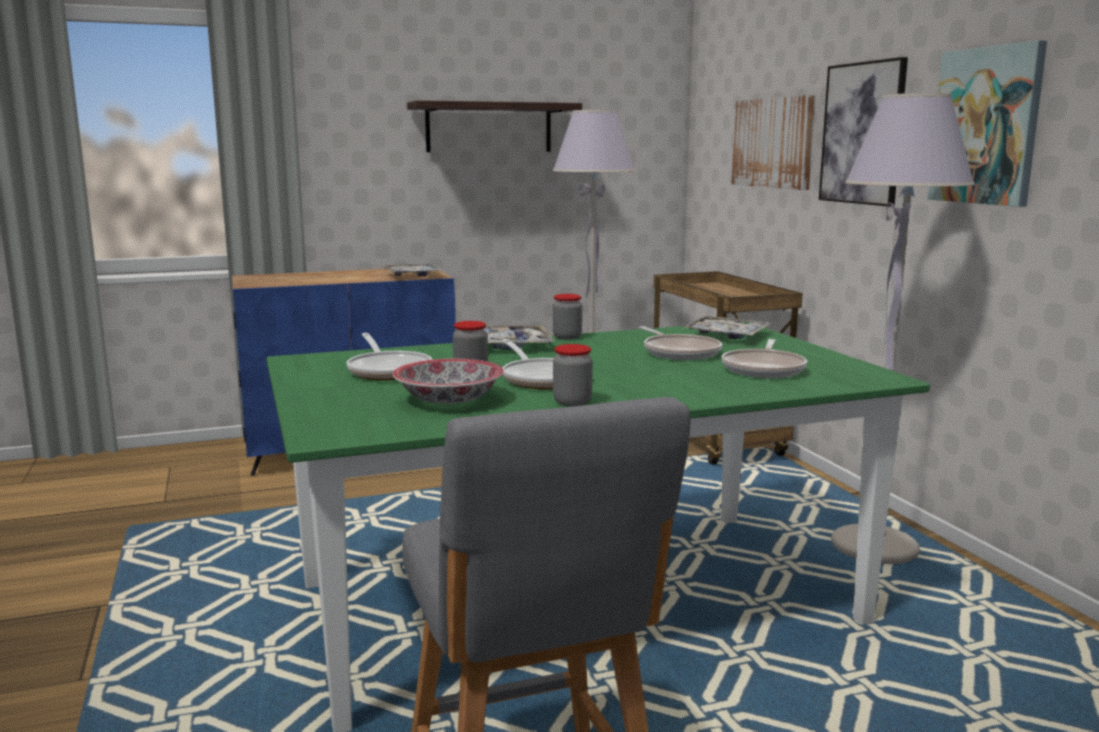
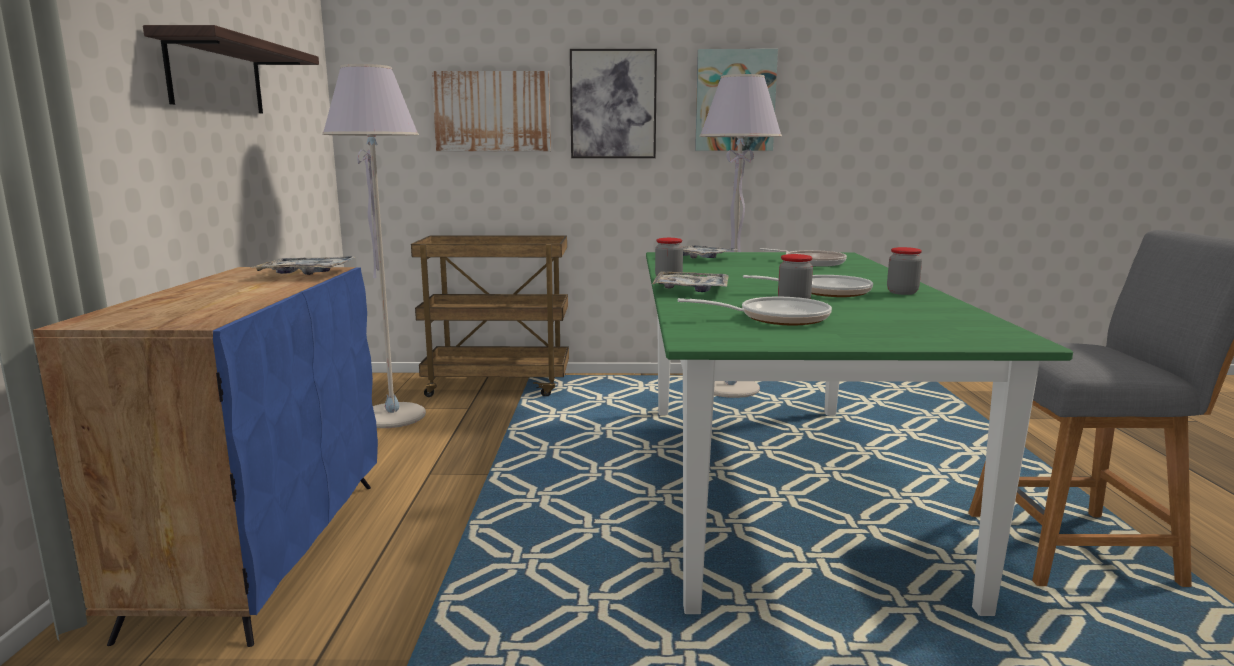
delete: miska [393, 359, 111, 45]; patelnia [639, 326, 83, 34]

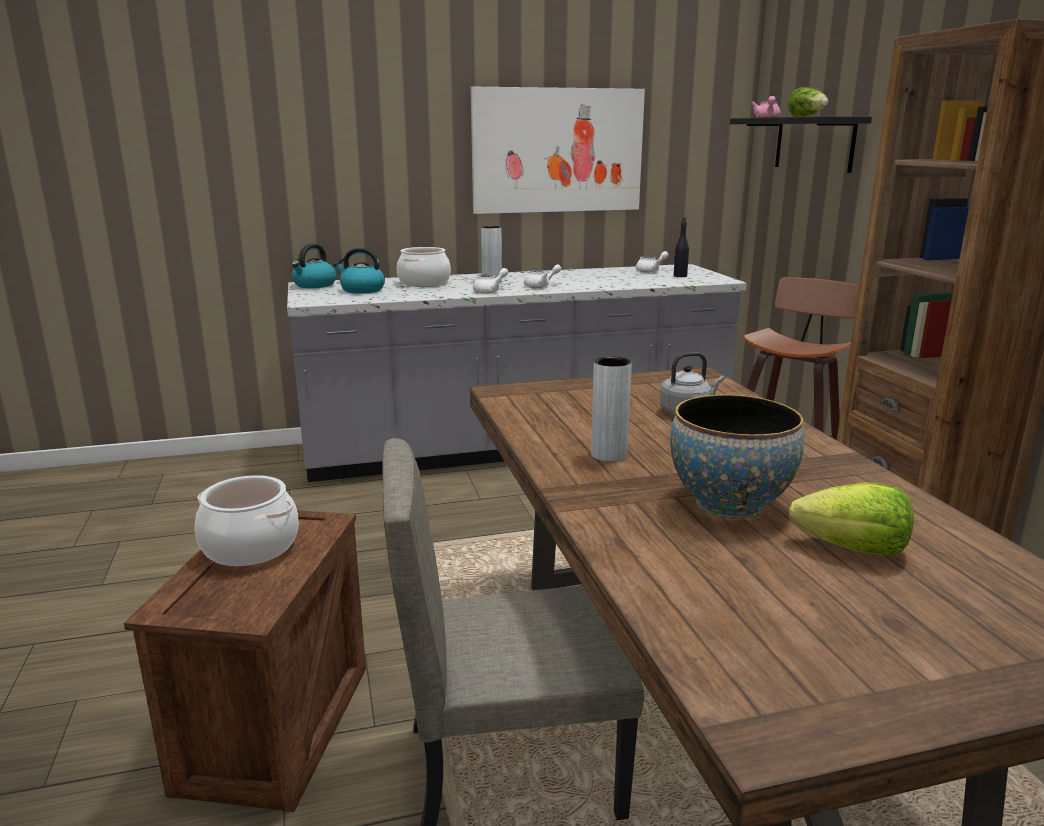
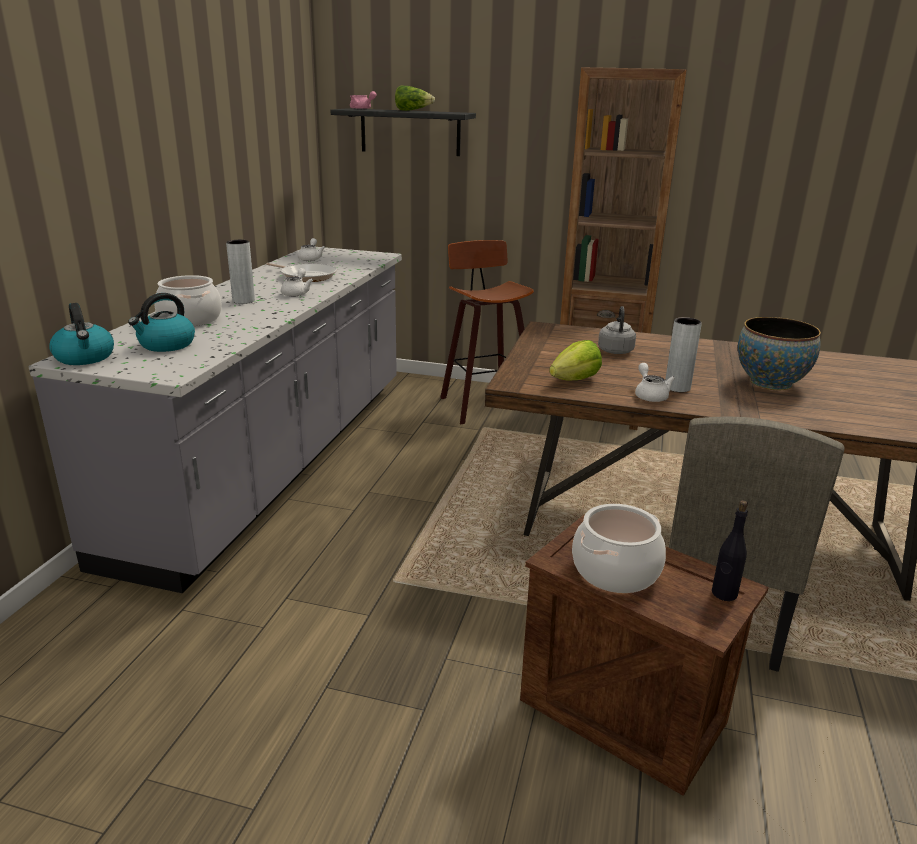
delete: obraz [471, 87, 174, 127]
insert: patelnia [266, 263, 71, 19]
move: imbryk (biały) [473, 268, 35, 25] to [635, 363, 40, 39]; butelka (czarny) [674, 217, 15, 60] to [712, 500, 36, 101]; sałata [789, 482, 125, 74] to [549, 340, 53, 41]

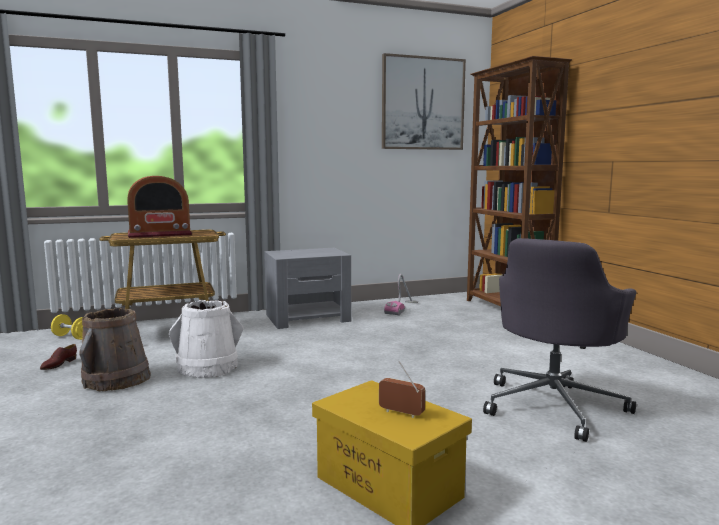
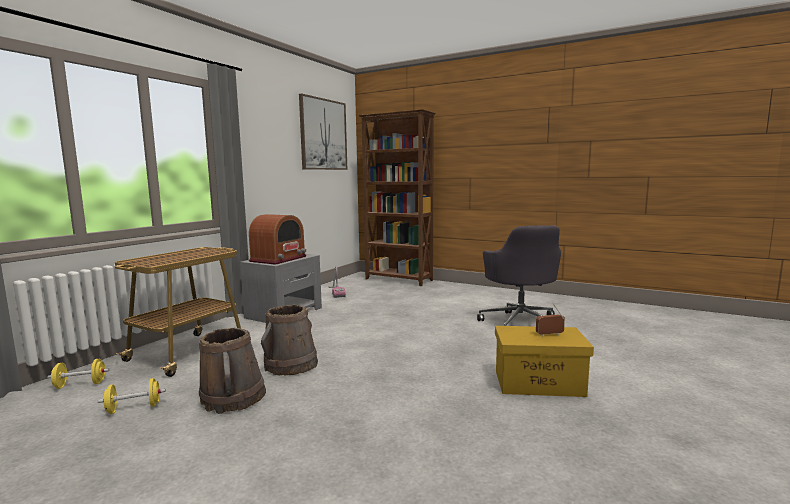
move: radio [128, 176, 64, 62] to [249, 214, 57, 51]
replace: but (brązowy) [40, 344, 37, 26] to hantel (żółty) [98, 378, 68, 36]
recolor: wiadro (biały) [169, 300, 75, 78] to wiadro (brązowy) [261, 305, 57, 70]

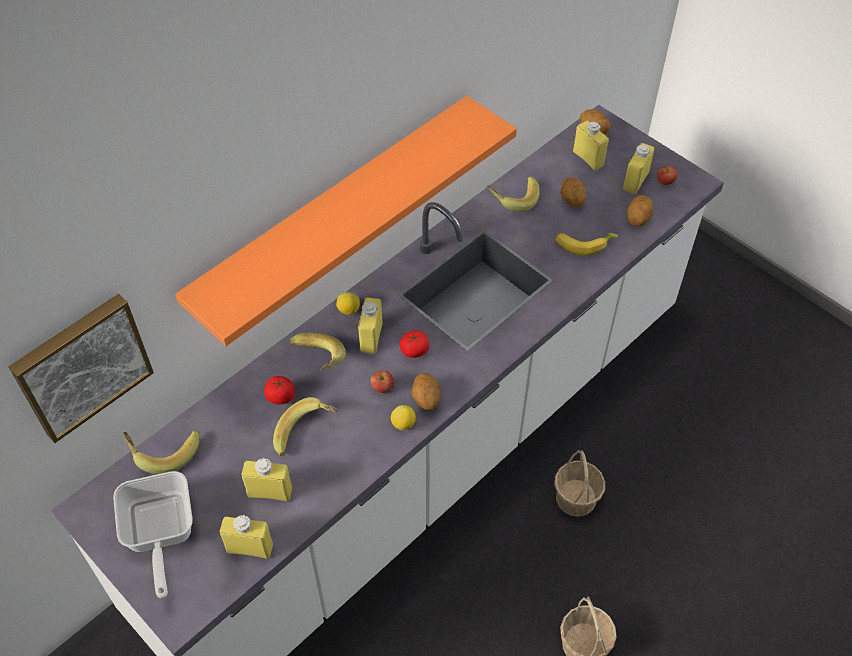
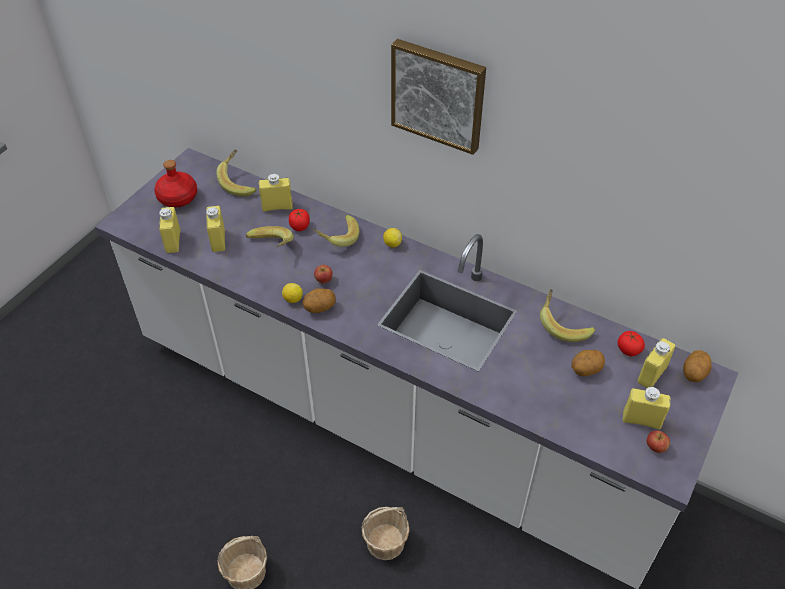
delete: półka (pomarańczowy) [175, 96, 342, 250]; banan [556, 233, 62, 23]; ziemniak [627, 195, 27, 31]
move: obraz [9, 294, 145, 149] to [391, 39, 95, 116]; butelka (żółty) [358, 297, 25, 57] to [259, 174, 34, 38]; pomidor [400, 331, 29, 27] to [618, 331, 27, 25]
replace: patelnia [113, 471, 80, 127] to butelka (czerwony) [154, 160, 43, 48]

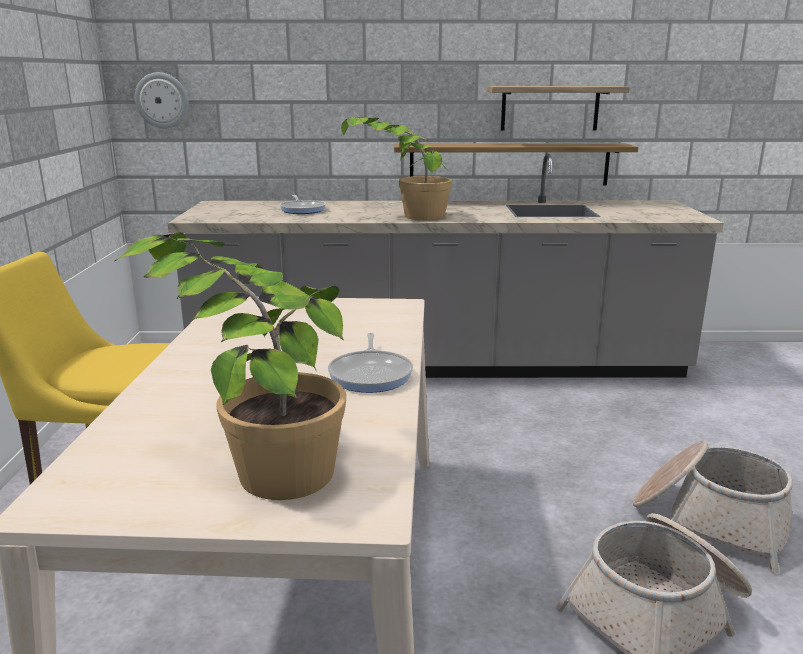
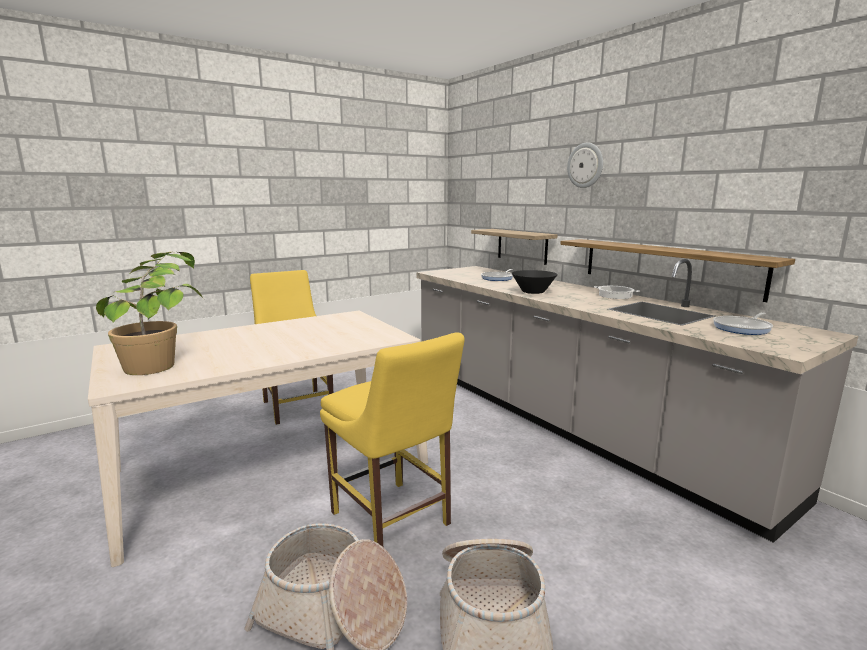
insert: krzesło (żółty) [320, 332, 145, 215]; garnek [594, 286, 46, 13]
move: zegar ścienny [135, 72, 54, 56] to [567, 142, 36, 46]; patelnia [328, 333, 85, 60] to [713, 312, 60, 23]; półka [487, 86, 143, 45] to [471, 229, 86, 36]
replace: roślina doniczkowa [341, 117, 111, 103] to miska (czarny) [511, 270, 47, 24]

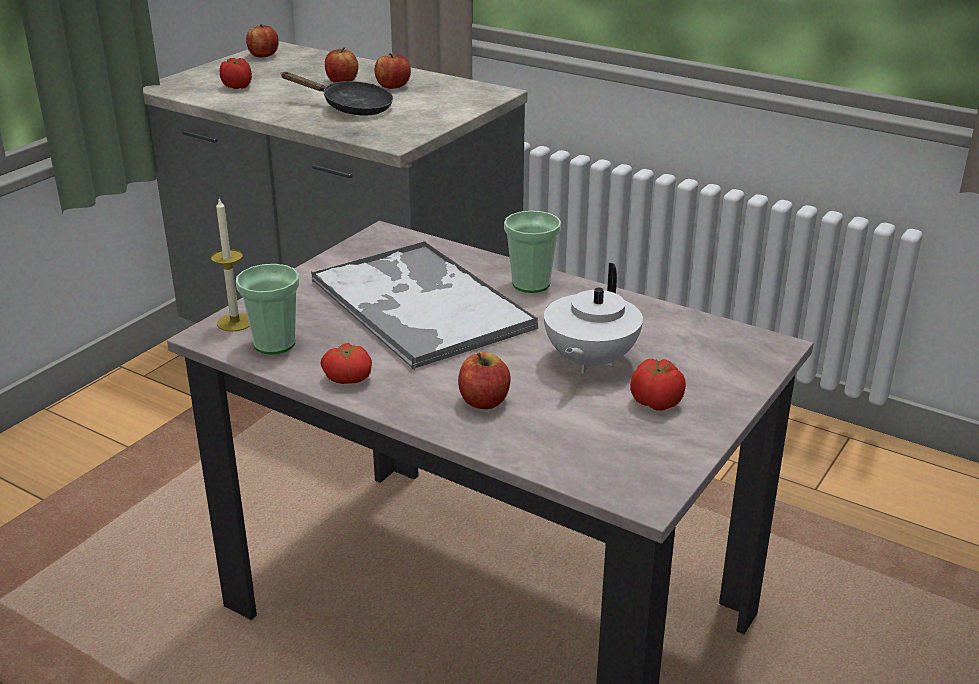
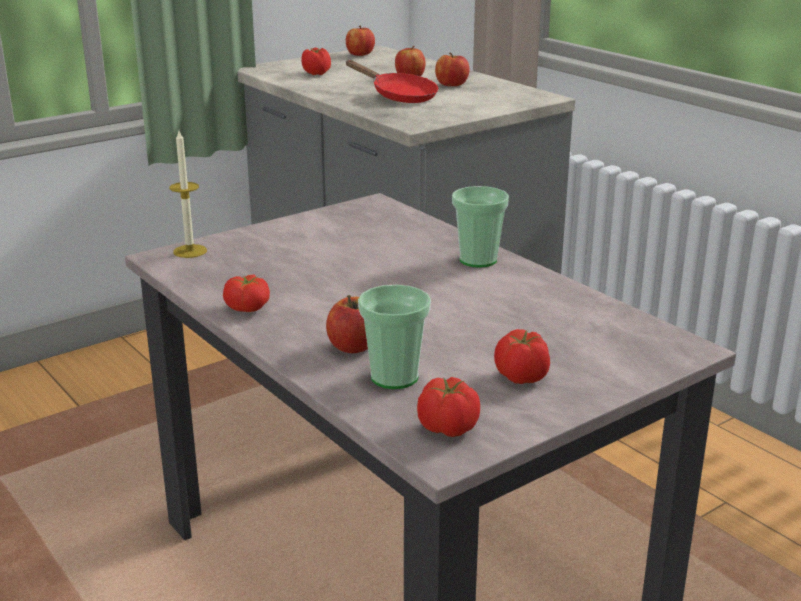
delete: taca [311, 241, 227, 129]; imbryk (biały) [544, 263, 99, 111]
insert: pomidor [417, 377, 63, 60]
move: filiżanka [236, 264, 63, 91] to [358, 285, 73, 104]
recolor: patelnia (czarny) [280, 72, 113, 43] to patelnia (czerwony) [346, 60, 92, 43]

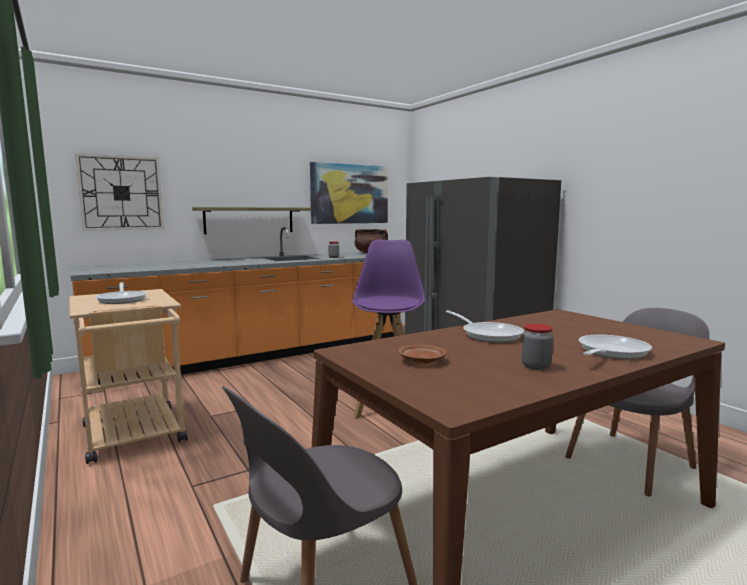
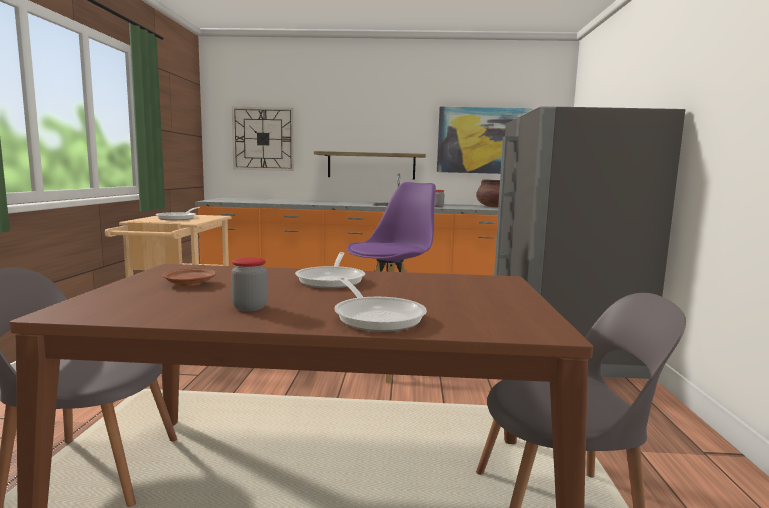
rotate: patelnia [579, 335, 73, 24] = [334, 277, 93, 55] 75 degrees clockwise

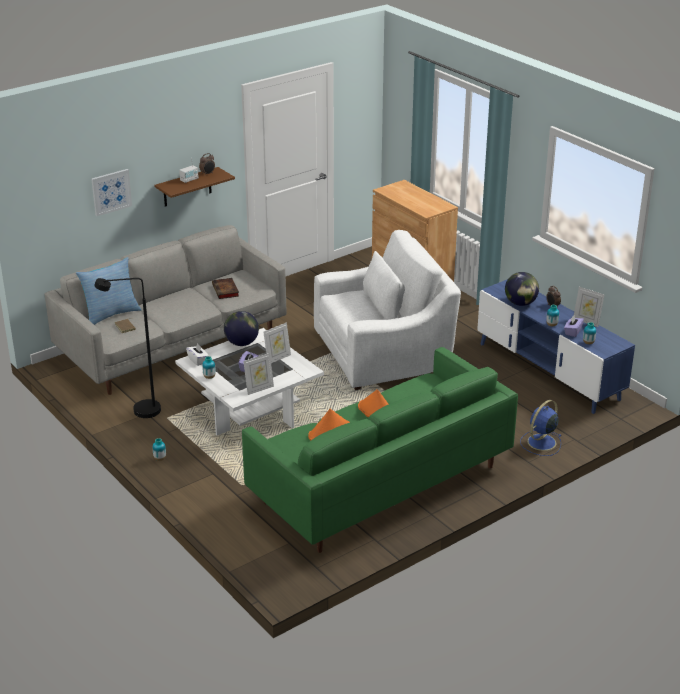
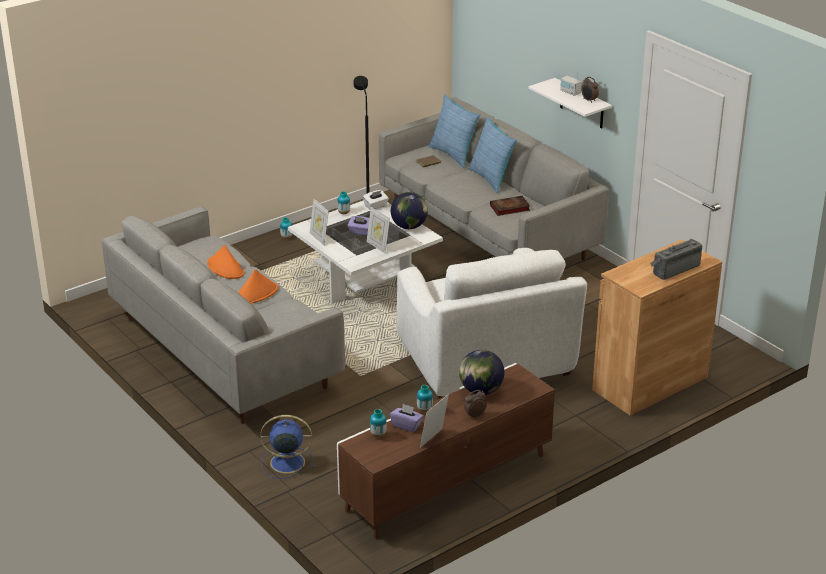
delete: obraz [91, 169, 41, 47]
insert: poduszka [468, 116, 49, 78]; radio [650, 239, 52, 41]
recolor: półka (brązowy) [154, 167, 81, 40] to półka (biały) [528, 78, 84, 51]; kanapa (zielony) [242, 347, 276, 206] to kanapa (szary) [102, 206, 243, 218]; szafka pod telewizor (niebieski) [477, 279, 158, 135] to szafka pod telewizor (brązowy) [337, 363, 218, 176]
rotate: wentylator (niebieski) [520, 400, 41, 56] = [260, 415, 54, 64] 45 degrees counterclockwise

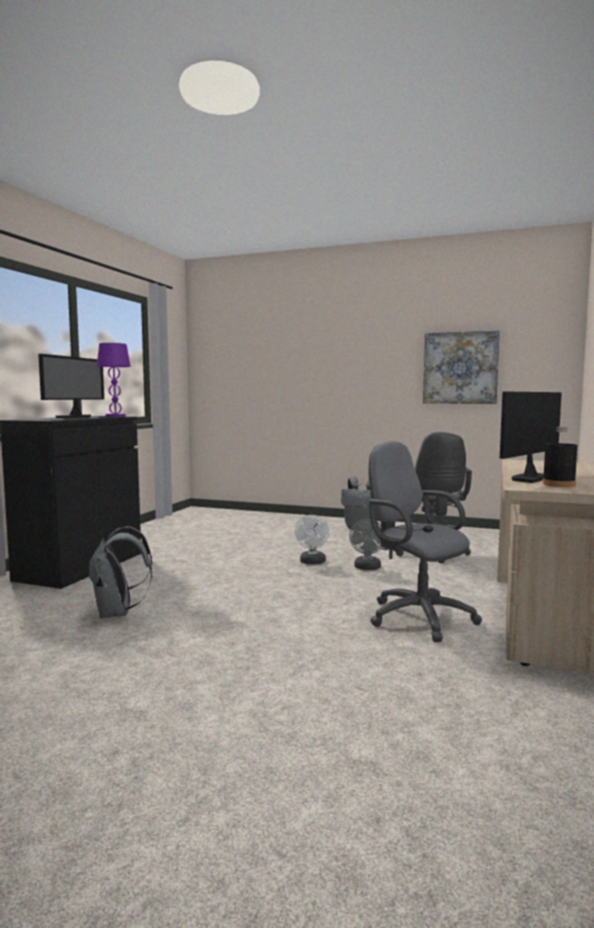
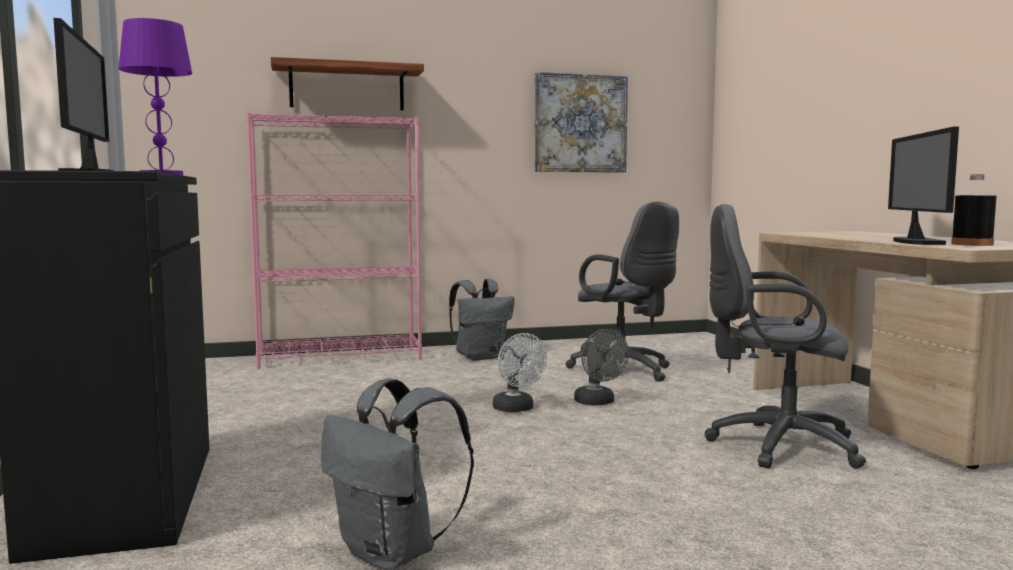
insert: regał (różowy) [246, 113, 176, 256]; półka [271, 57, 153, 54]

